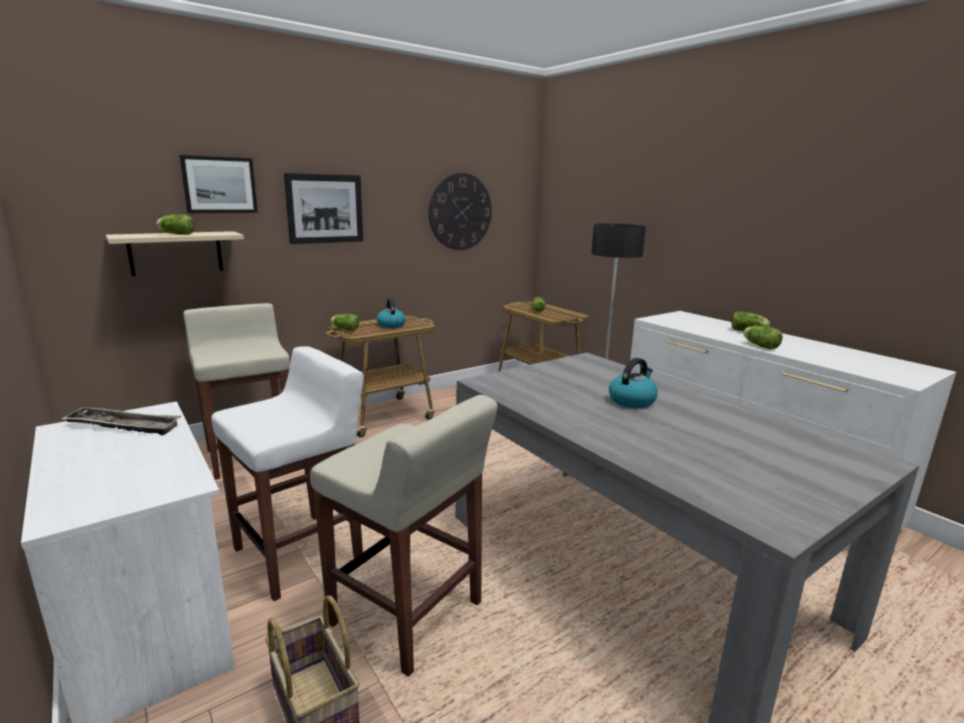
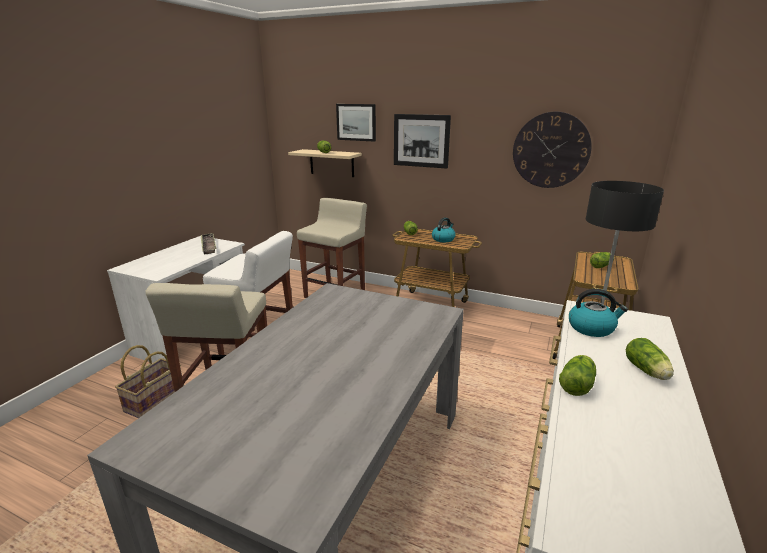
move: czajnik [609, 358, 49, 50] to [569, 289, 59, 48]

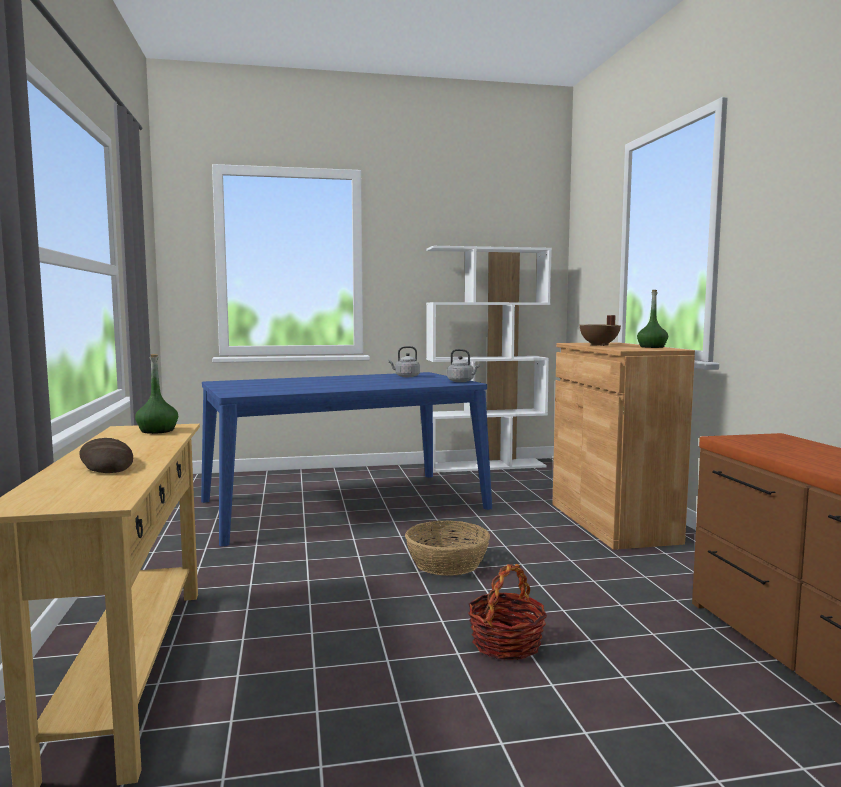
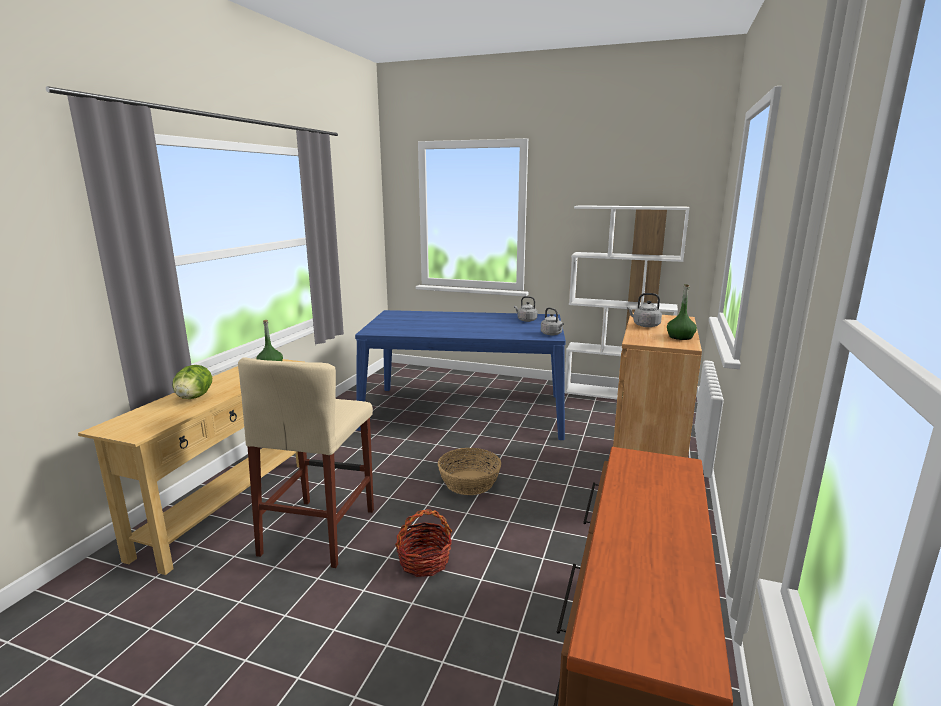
insert: stołek (beżowy) [238, 357, 136, 211]
replace: chleb [79, 438, 54, 35] to sałata [173, 365, 39, 34]; garnek (brązowy) [580, 315, 41, 31] to czajnik (szary) [627, 293, 35, 34]

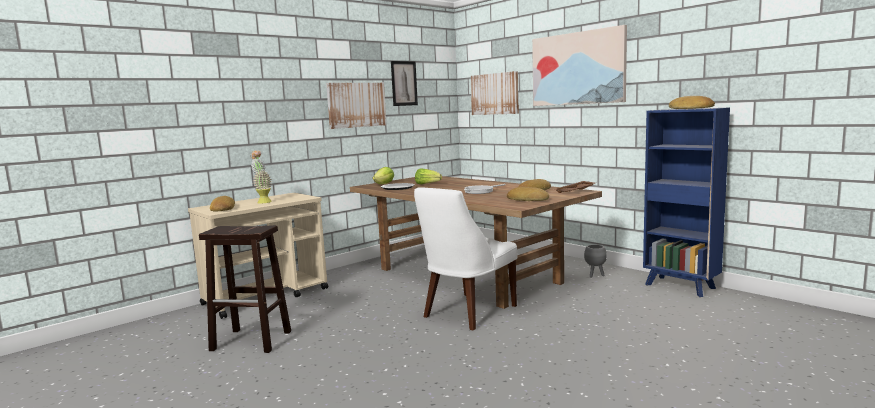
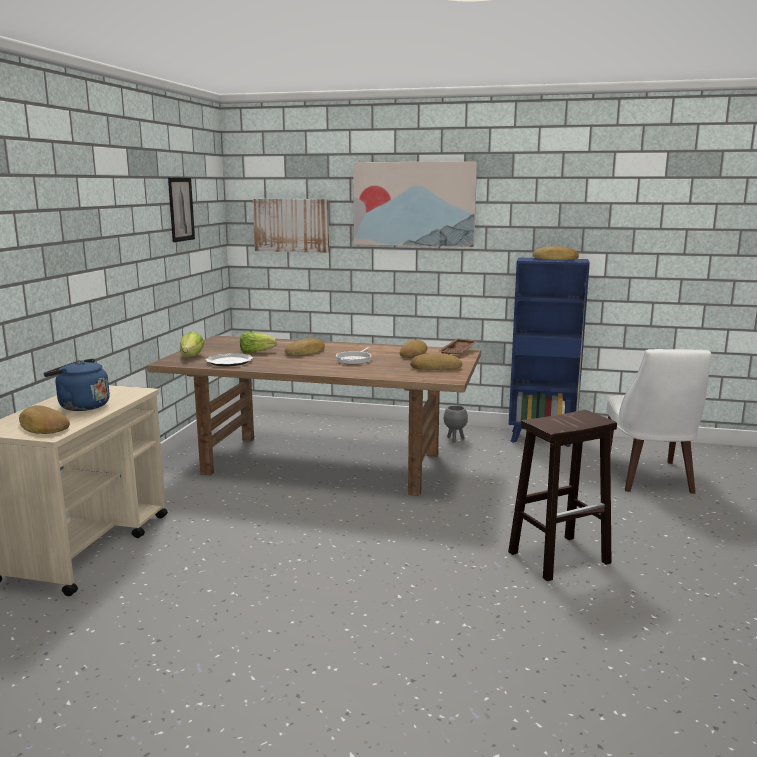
delete: obraz [326, 83, 60, 46]
insert: chleb [285, 338, 40, 18]
move: stołek (brązowy) [199, 225, 92, 128] to [508, 410, 109, 171]; krzesło (biały) [414, 188, 104, 142] to [607, 349, 104, 145]
replace: roślina doniczkowa [250, 150, 22, 53] to czajnik (niebieski) [44, 359, 66, 52]

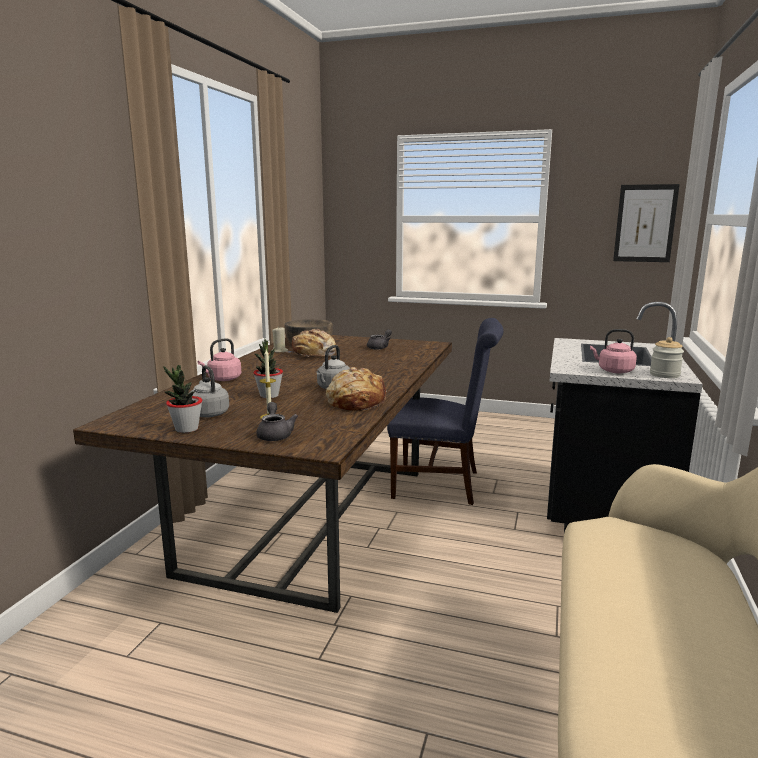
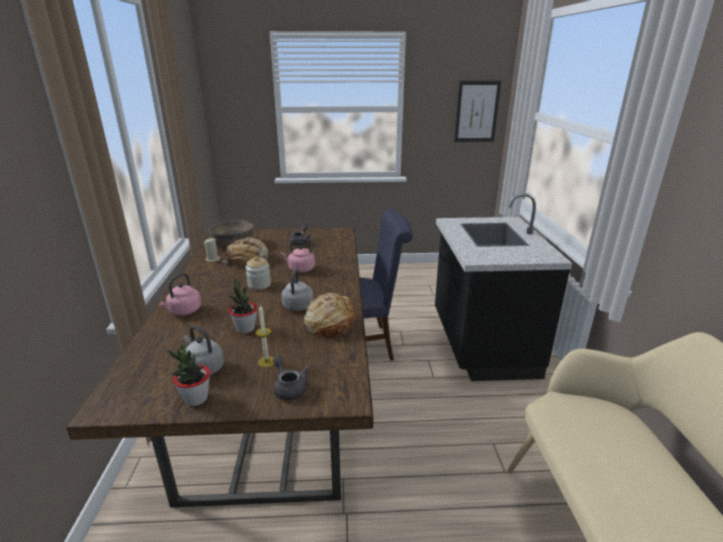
move: czajnik (różowy) [590, 329, 47, 44] to [280, 238, 35, 35]; słoik [650, 337, 34, 41] to [245, 256, 26, 34]

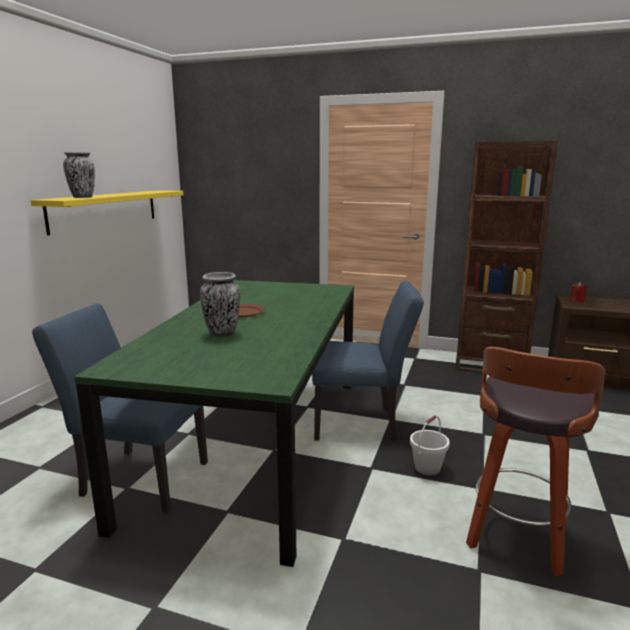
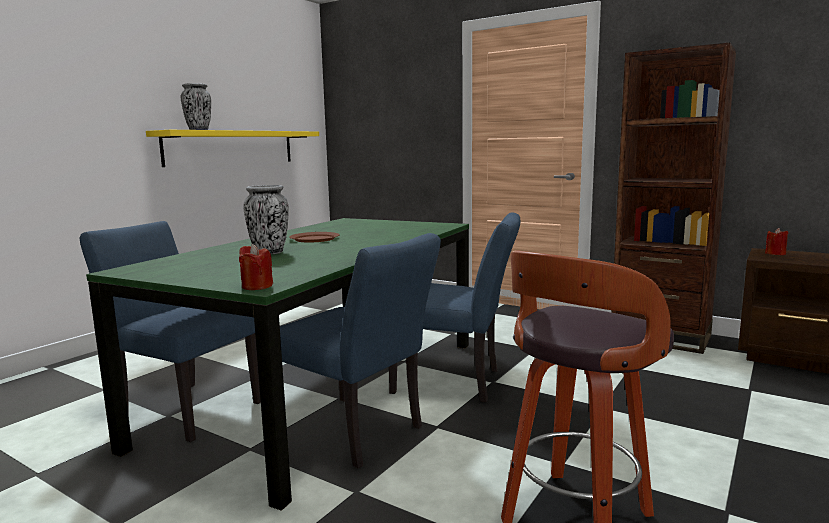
delete: wiadro (biały) [410, 416, 40, 59]
insert: świeca (czerwony) [239, 244, 34, 46]; krzesło (niebieski) [280, 233, 161, 235]

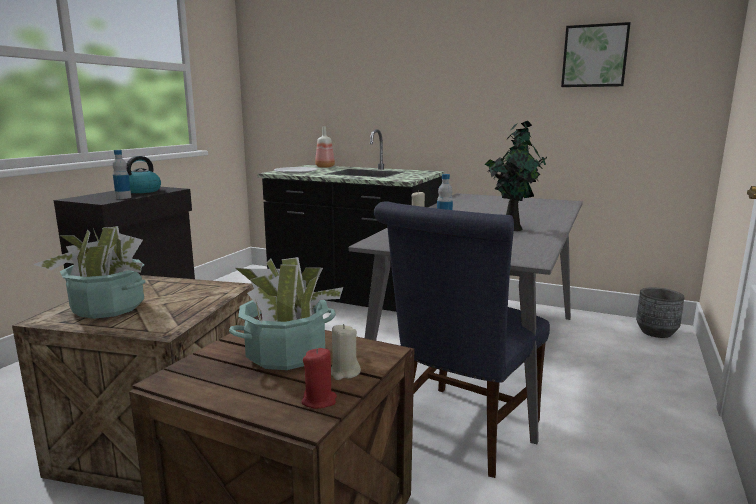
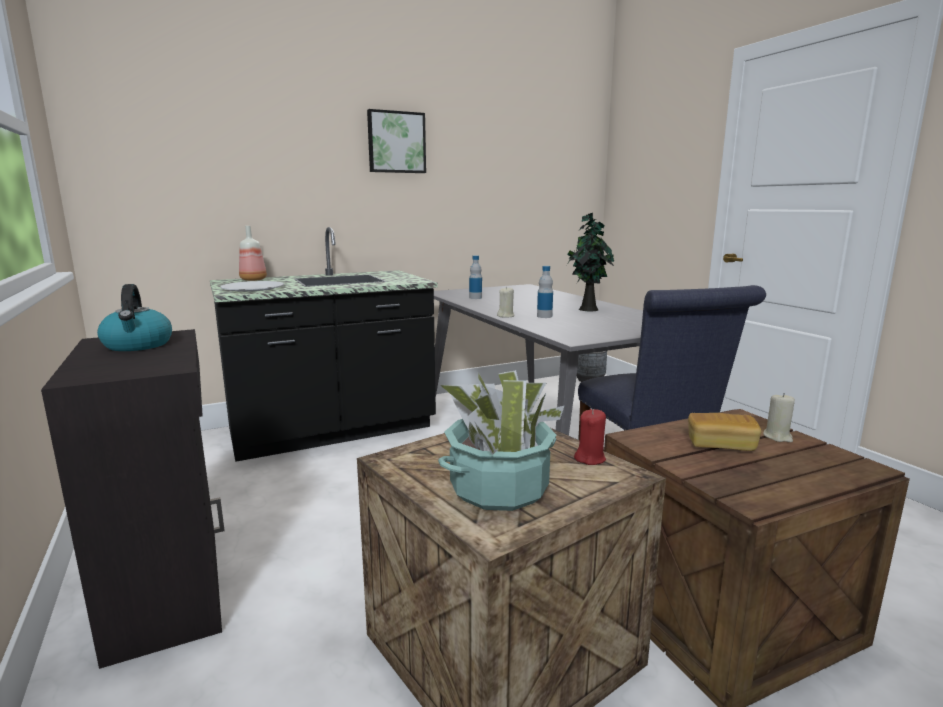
move: butelka [112, 150, 19, 49] to [469, 255, 13, 44]; świeca (czerwony) [301, 348, 36, 61] to [574, 409, 32, 56]; obraz [561, 22, 70, 65] to [367, 109, 59, 64]
replace: roślina doniczkowa [229, 257, 114, 113] to chleb [688, 413, 73, 38]

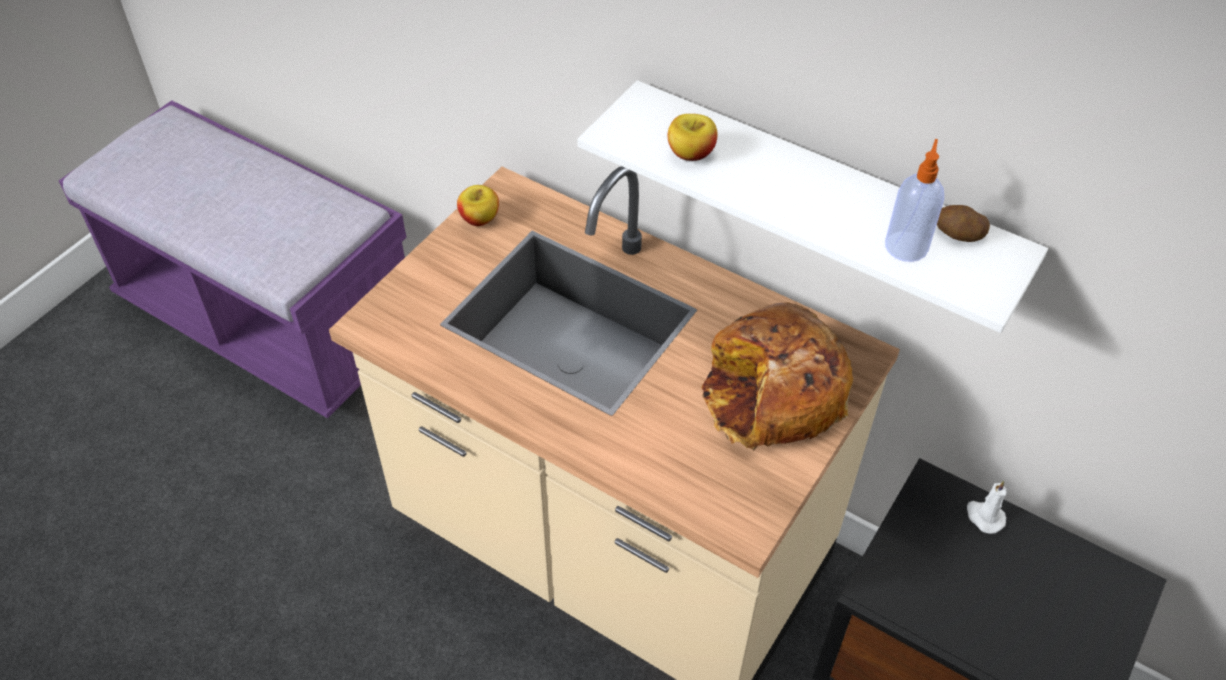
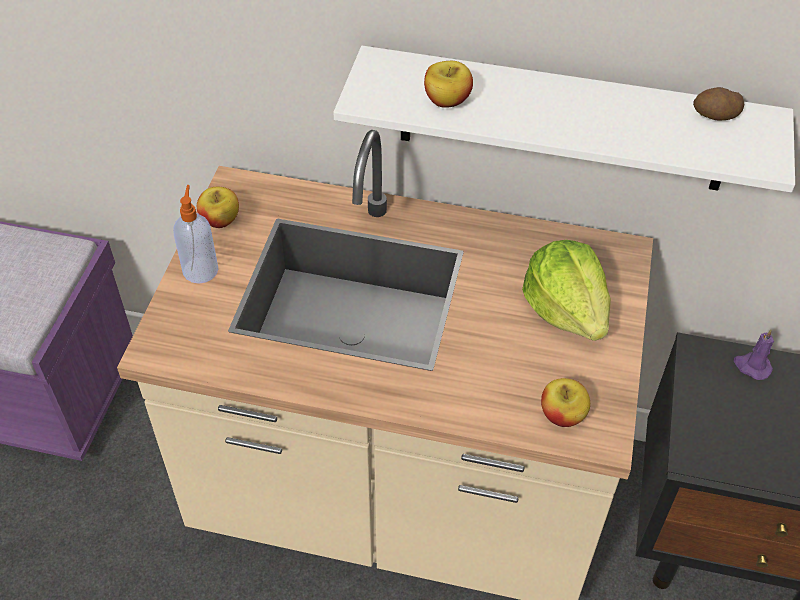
insert: jabłko [541, 378, 49, 49]
move: dozownik mydła [885, 139, 59, 123] to [173, 185, 45, 99]
replace: chleb [701, 302, 152, 149] to sałata [522, 240, 89, 101]
recolor: świeca (biały) [967, 481, 39, 53] to świeca (fioletowy) [734, 330, 40, 50]

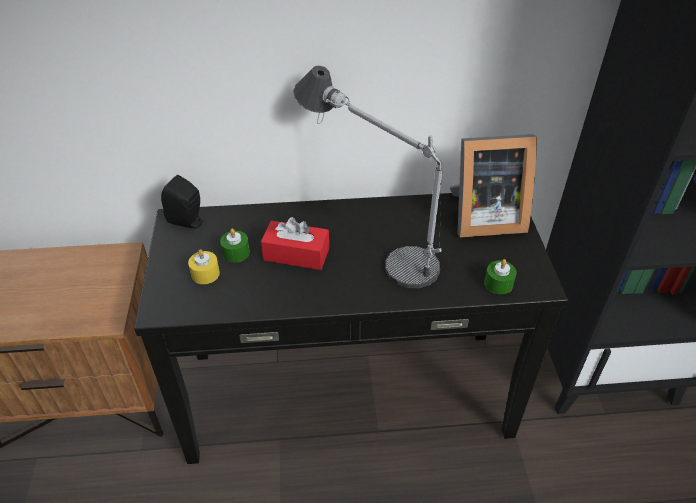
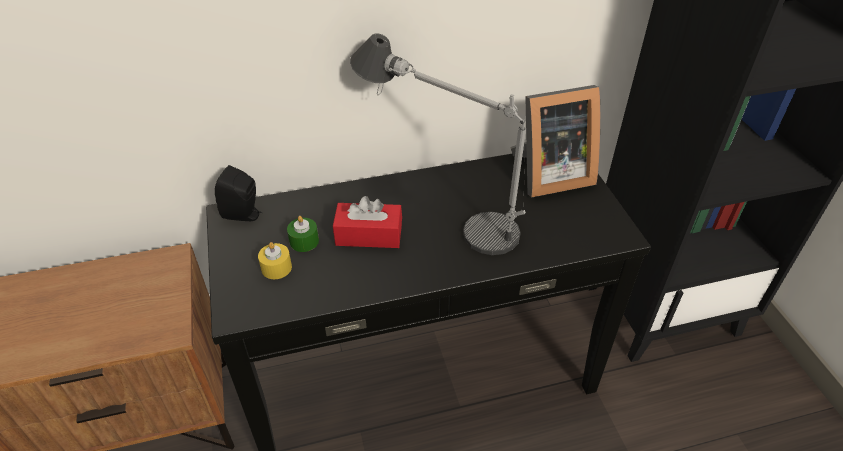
delete: świeca (zielony) [484, 259, 33, 35]

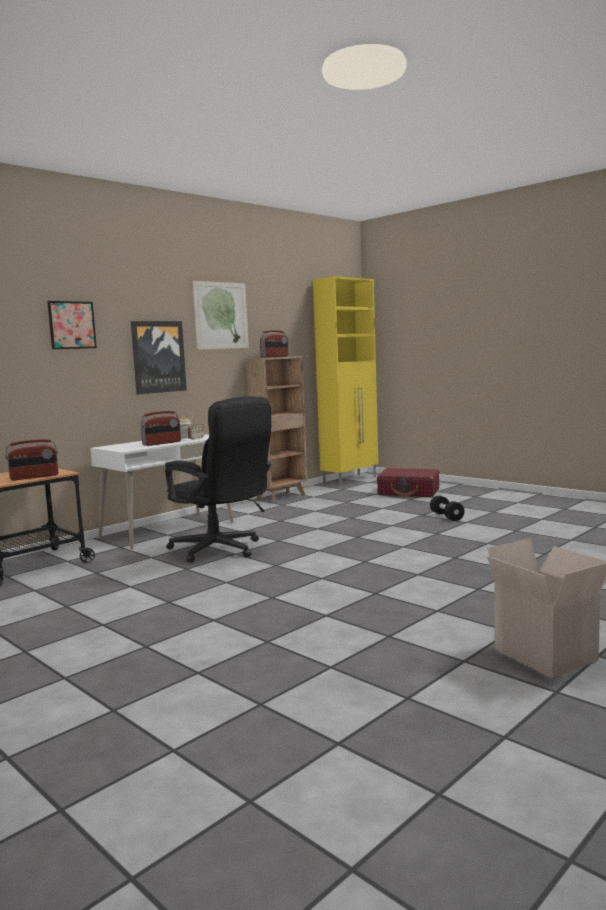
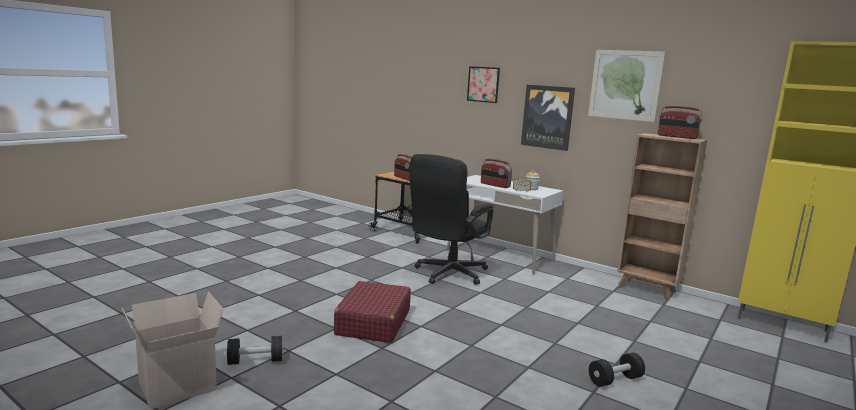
insert: hantel (czarny) [227, 336, 56, 29]
move: walizka (czerwony) [377, 468, 62, 29] to [334, 281, 77, 62]

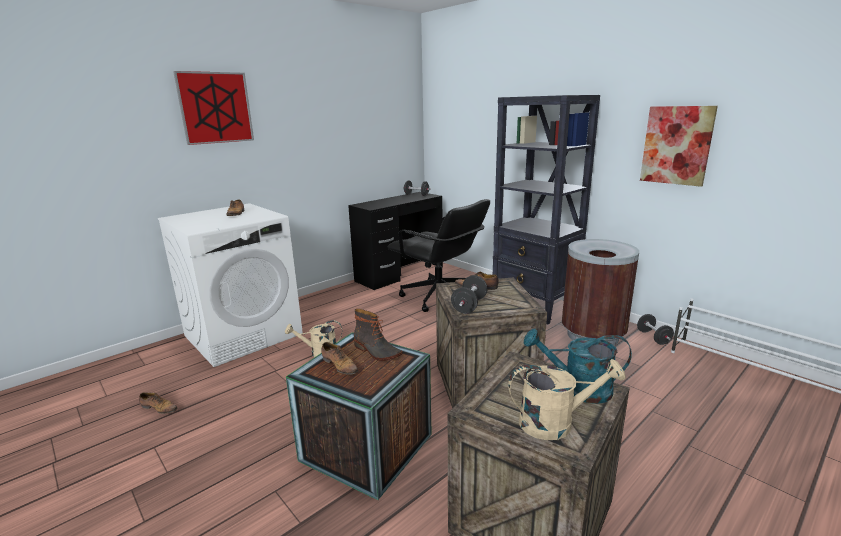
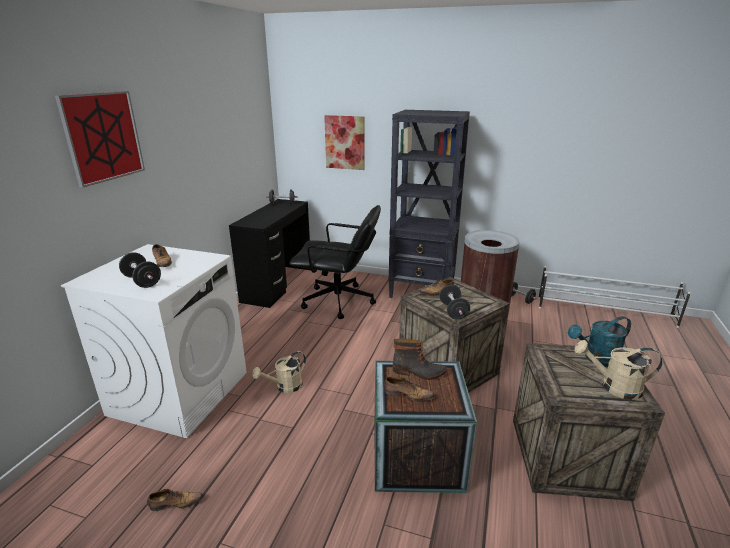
insert: hantel (czarny) [119, 252, 42, 36]
move: obraz [640, 106, 78, 81] to [324, 115, 41, 55]
rotate: konewka (beżowy) [508, 359, 118, 81] = [574, 340, 89, 60] 135 degrees counterclockwise

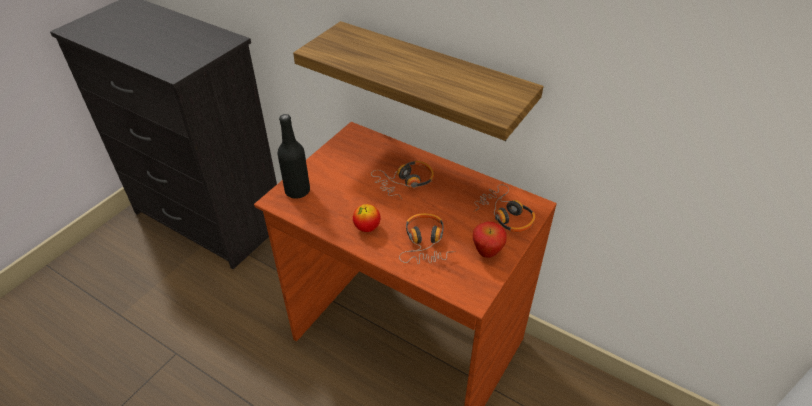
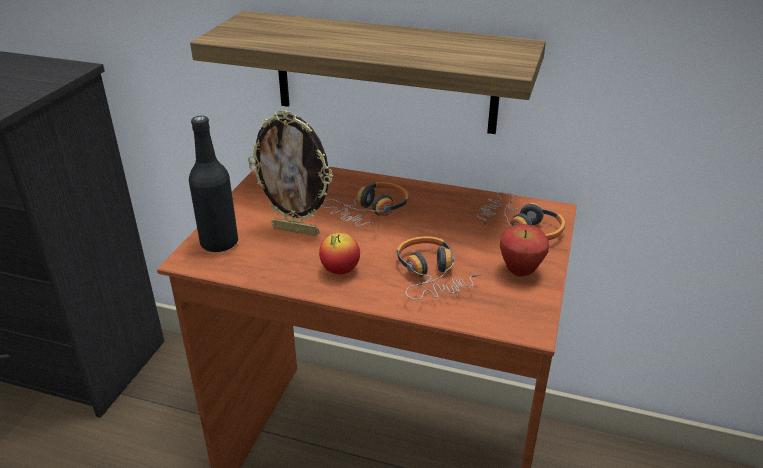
insert: ramka na zdjęcie [248, 110, 85, 126]

